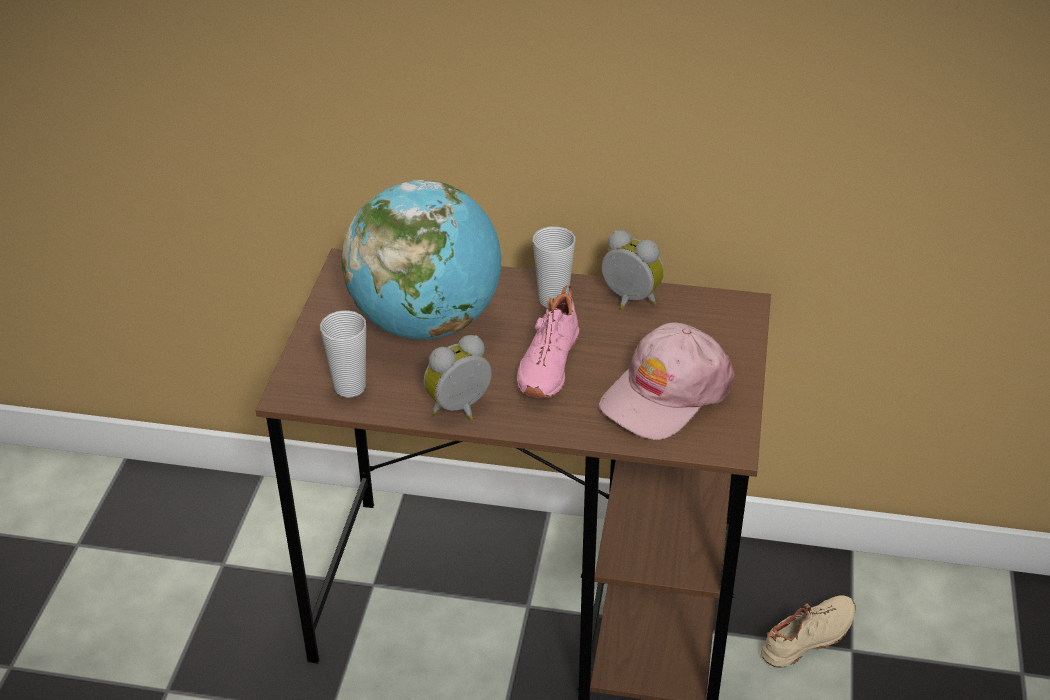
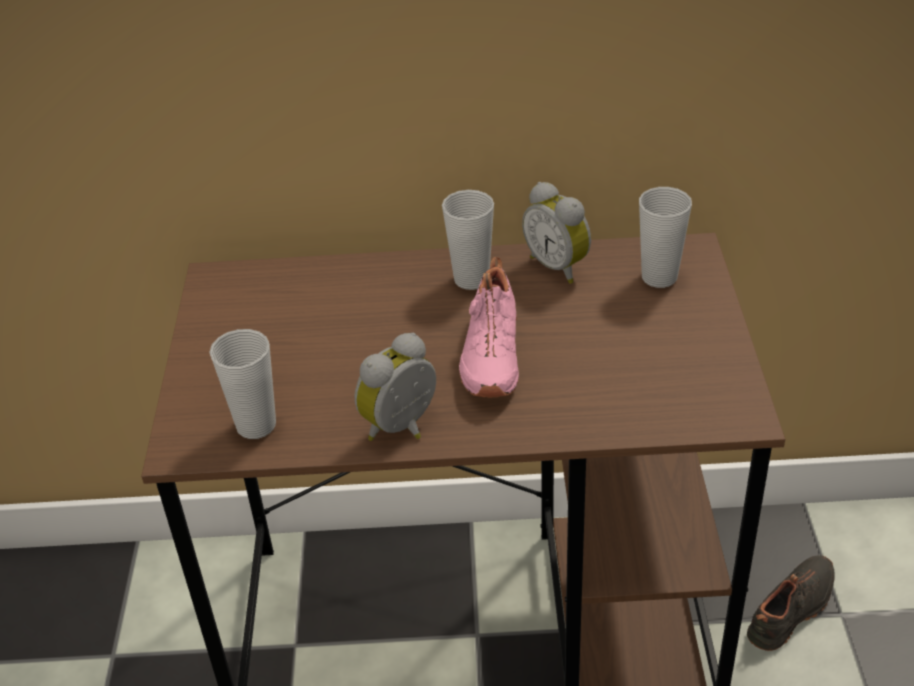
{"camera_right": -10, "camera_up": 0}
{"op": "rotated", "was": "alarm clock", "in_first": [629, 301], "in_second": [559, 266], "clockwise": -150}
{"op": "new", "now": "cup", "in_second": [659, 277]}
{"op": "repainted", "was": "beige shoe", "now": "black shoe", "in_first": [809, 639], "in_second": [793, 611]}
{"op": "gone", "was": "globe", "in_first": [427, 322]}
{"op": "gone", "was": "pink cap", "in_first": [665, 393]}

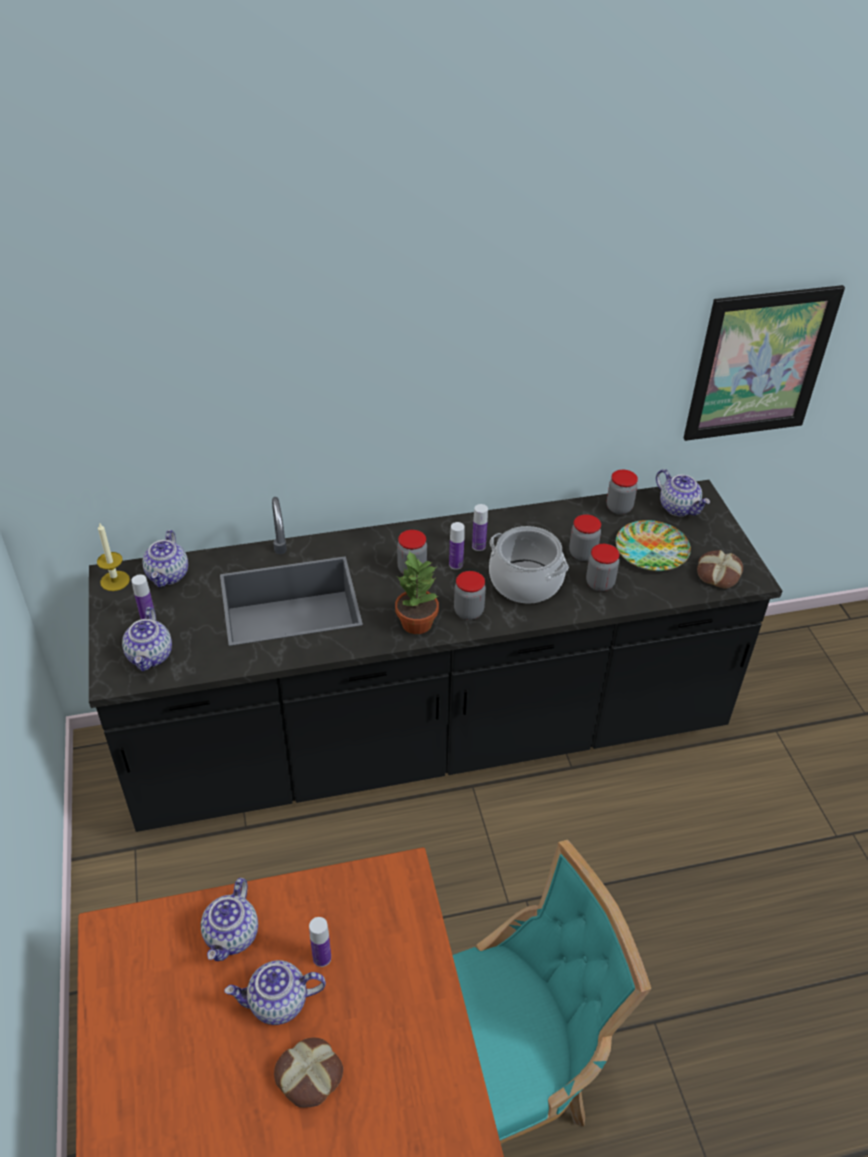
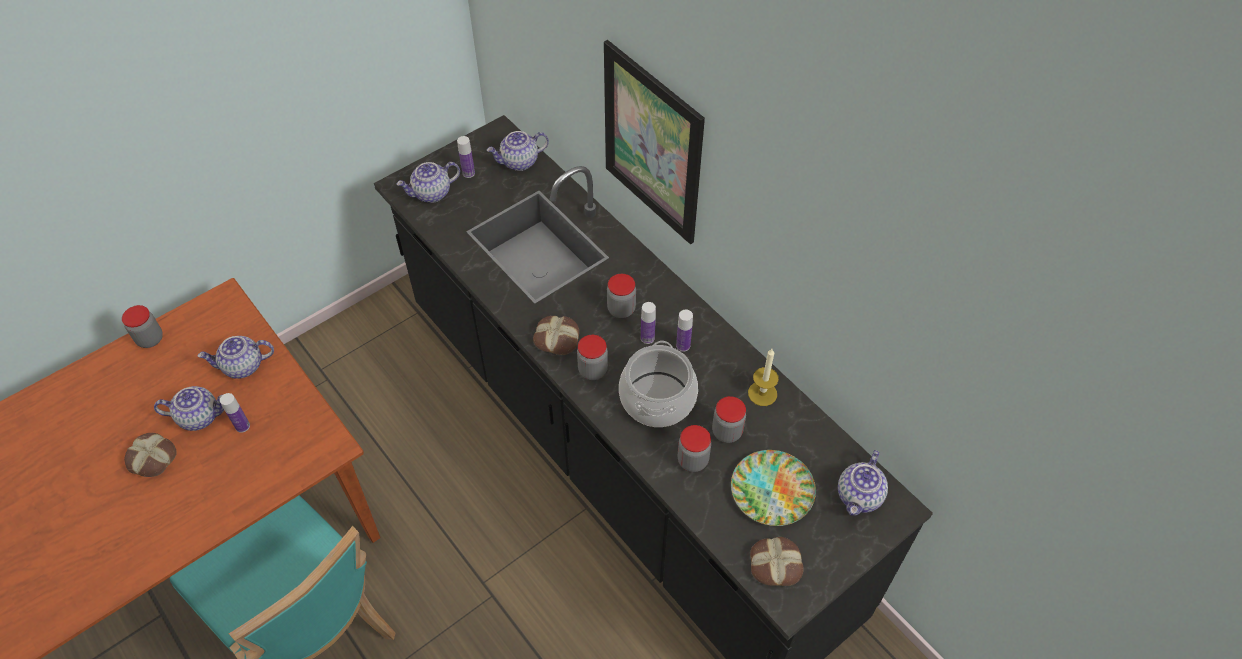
{"camera_right": 65, "camera_up": 10}
{"op": "shifted", "was": "jar", "in_first": [619, 508], "in_second": [150, 339]}
{"op": "rotated", "was": "teapot", "in_first": [278, 1003], "in_second": [200, 416], "clockwise": 120}
{"op": "swapped", "was": "potted plant", "now": "bread", "in_first": [416, 622], "in_second": [557, 338]}
{"op": "shifted", "was": "picture", "in_first": [759, 364], "in_second": [652, 144]}
{"op": "shifted", "was": "candle", "in_first": [115, 581], "in_second": [762, 393]}

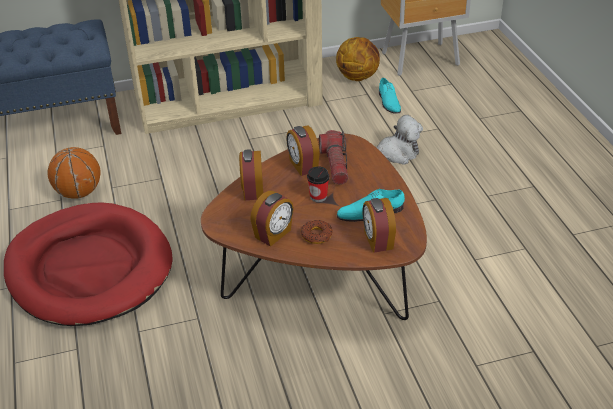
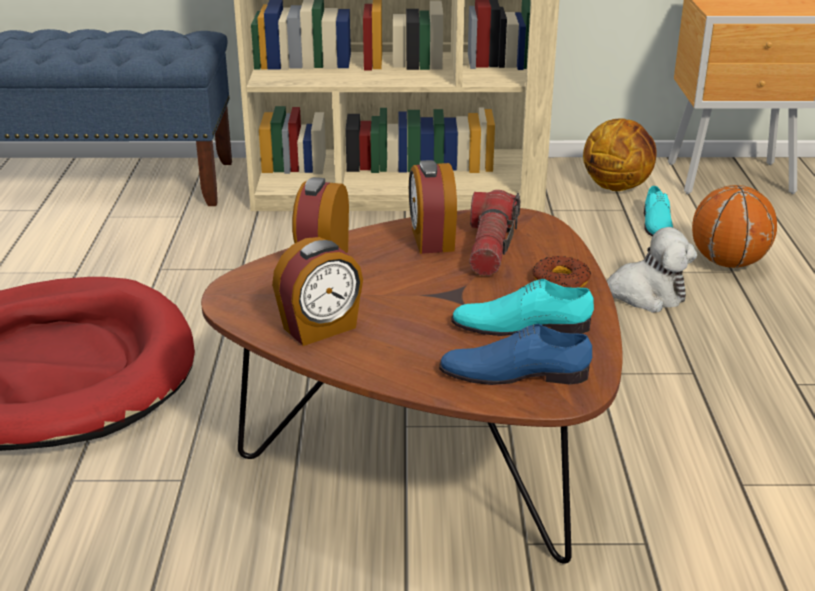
{"camera_right": 15, "camera_up": -10}
{"op": "swapped", "was": "alarm clock", "now": "blue shoe", "in_first": [377, 240], "in_second": [514, 372]}
{"op": "shifted", "was": "donut", "in_first": [316, 235], "in_second": [561, 281]}
{"op": "shifted", "was": "basketball", "in_first": [79, 193], "in_second": [727, 263]}
{"op": "gone", "was": "cup", "in_first": [318, 197]}

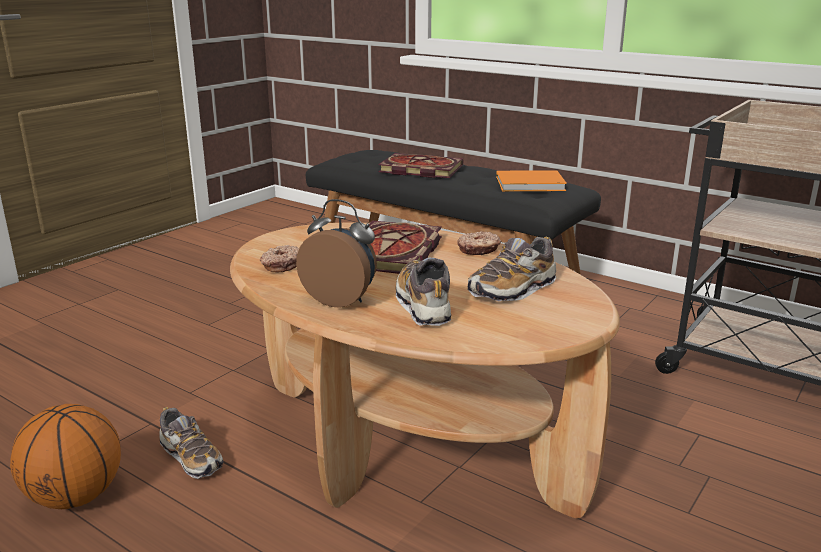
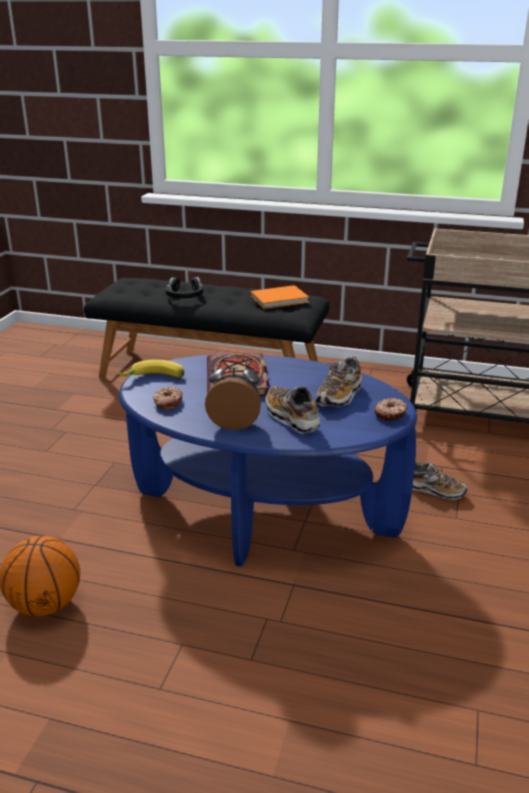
{"camera_right": -20, "camera_up": 5}
{"op": "repainted", "was": "brown coffee table", "now": "blue coffee table", "in_first": [410, 445], "in_second": [264, 513]}
{"op": "new", "now": "banana", "in_second": [154, 379]}
{"op": "swapped", "was": "book", "now": "black headphones", "in_first": [418, 169], "in_second": [184, 295]}
{"op": "shifted", "was": "donut", "in_first": [479, 250], "in_second": [390, 414]}
{"op": "shifted", "was": "shoe", "in_first": [191, 458], "in_second": [433, 490]}

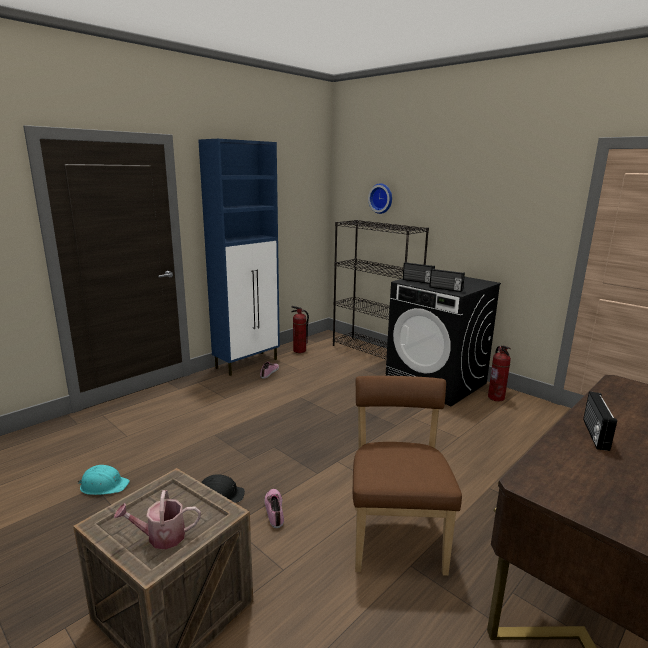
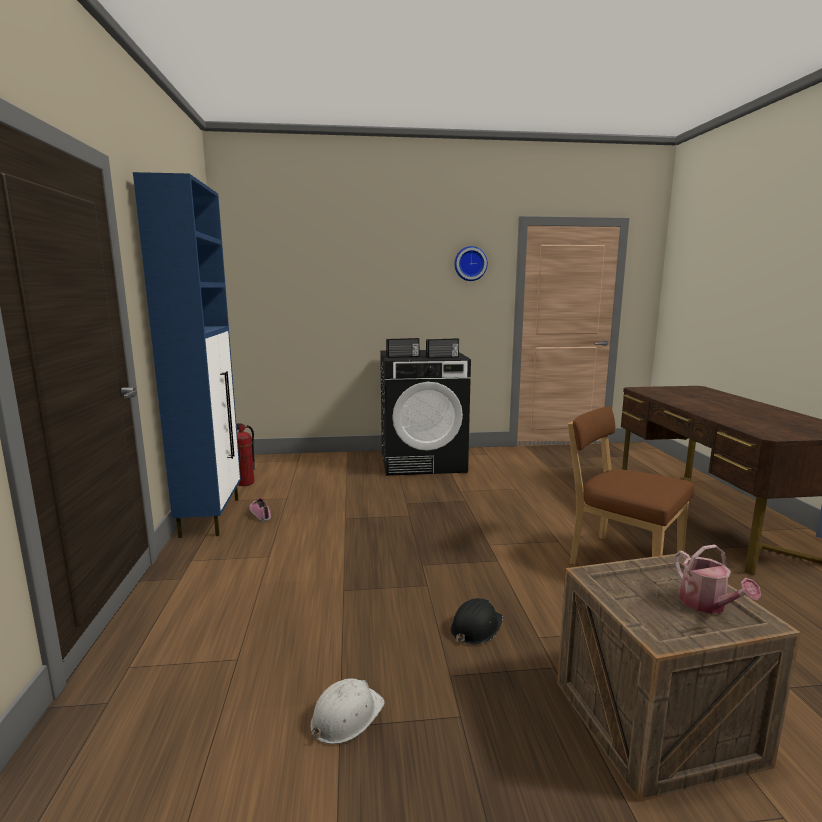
{"camera_right": -50, "camera_up": -5}
{"op": "repainted", "was": "turquoise hard hat", "now": "white hard hat", "in_first": [104, 485], "in_second": [346, 716]}
{"op": "shifted", "was": "wall clock", "in_first": [381, 198], "in_second": [470, 263]}
{"op": "rotated", "was": "watering can", "in_first": [161, 537], "in_second": [707, 605], "clockwise": -45}
{"op": "gone", "was": "shoe", "in_first": [275, 510]}
{"op": "gone", "was": "black bookcase", "in_first": [374, 352]}
{"op": "gone", "was": "fire extinguisher", "in_first": [496, 398]}
{"op": "gone", "was": "radio", "in_first": [594, 434]}

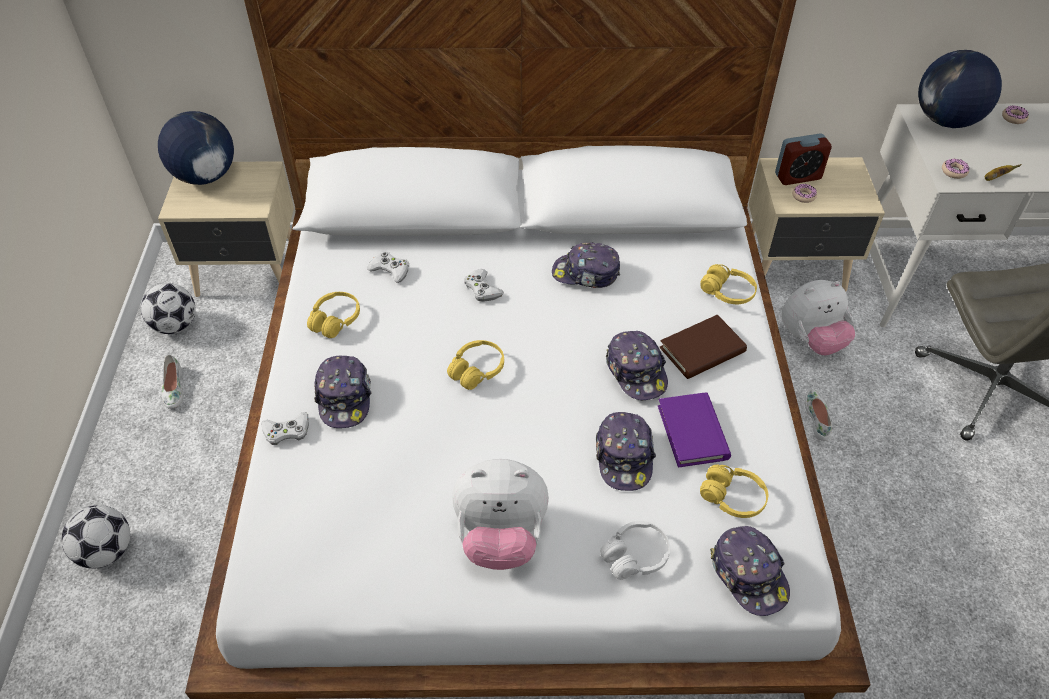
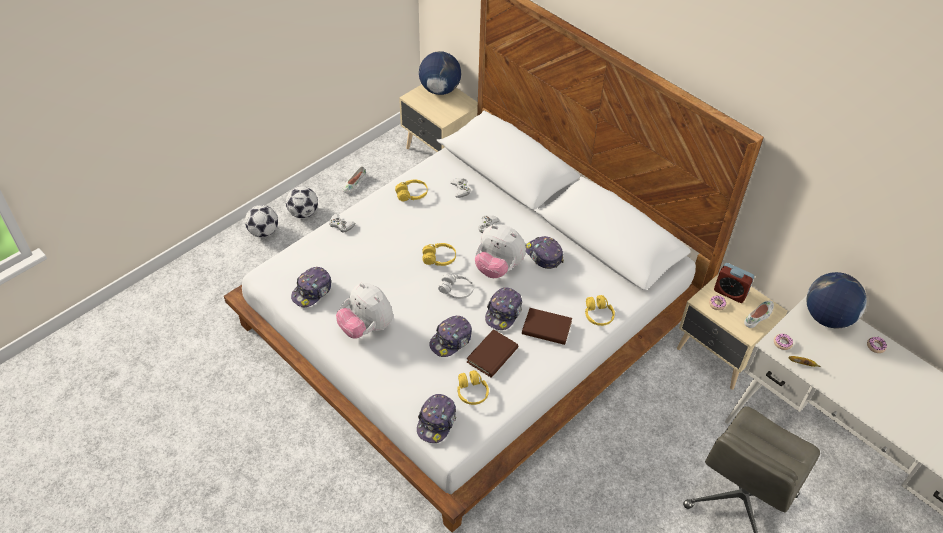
{"camera_right": 45, "camera_up": 0}
{"op": "shifted", "was": "football", "in_first": [175, 325], "in_second": [303, 213]}
{"op": "shifted", "was": "cap", "in_first": [344, 398], "in_second": [312, 291]}
{"op": "shifted", "was": "white headphones", "in_first": [635, 556], "in_second": [456, 290]}
{"op": "repainted", "was": "purple book", "now": "brown book", "in_first": [693, 432], "in_second": [492, 355]}
{"op": "shifted", "was": "plush toy", "in_first": [811, 340], "in_second": [498, 267]}
{"op": "shifted", "was": "white shoe", "in_first": [817, 417], "in_second": [758, 316]}

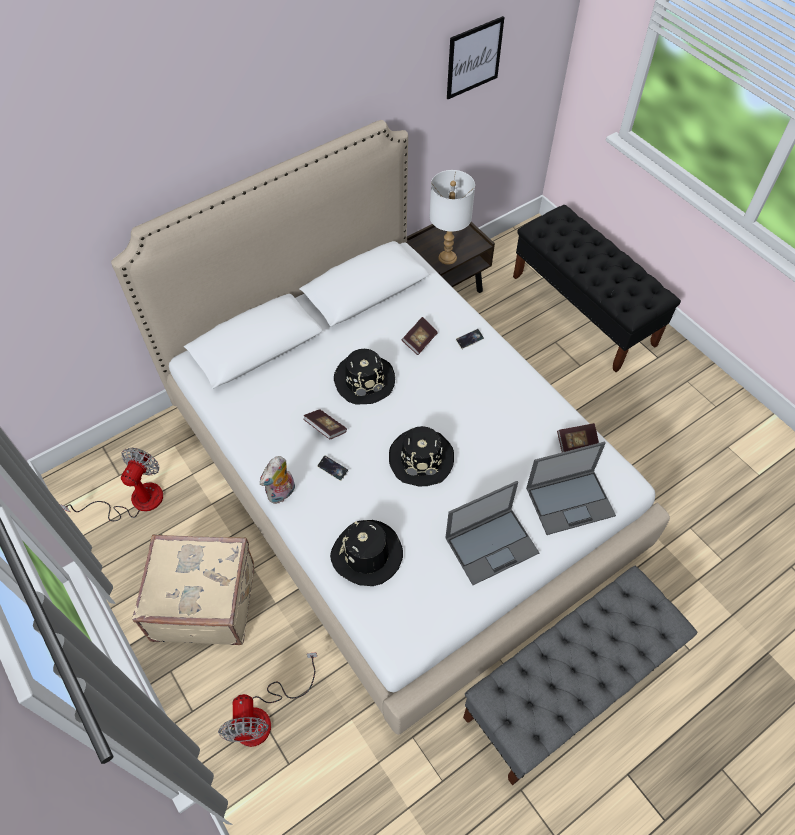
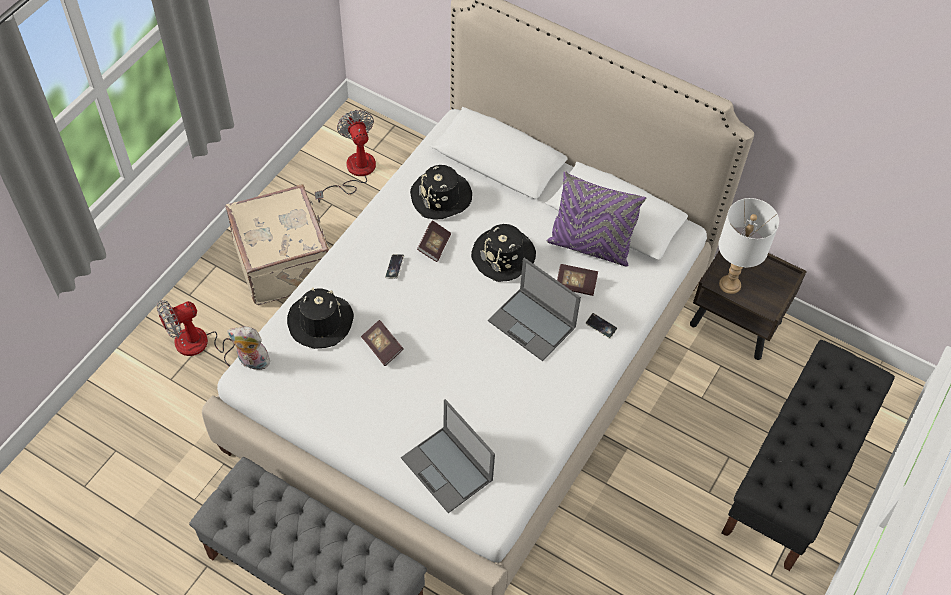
{"camera_right": 65, "camera_up": 0}
{"op": "shifted", "was": "plush toy", "in_first": [282, 494], "in_second": [252, 362]}
{"op": "rotated", "was": "fan", "in_first": [135, 500], "in_second": [354, 172], "clockwise": -105}
{"op": "shifted", "was": "book", "in_first": [576, 443], "in_second": [382, 347]}
{"op": "shifted", "was": "black hat", "in_first": [421, 458], "in_second": [441, 197]}
{"op": "shifted", "was": "laptop", "in_first": [492, 544], "in_second": [532, 324]}
{"op": "new", "now": "purple pillow", "in_second": [590, 246]}
{"op": "gone", "was": "picture", "in_first": [474, 58]}

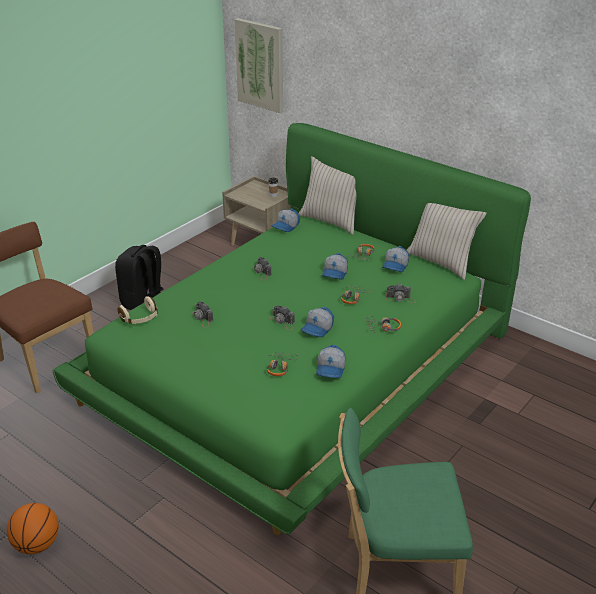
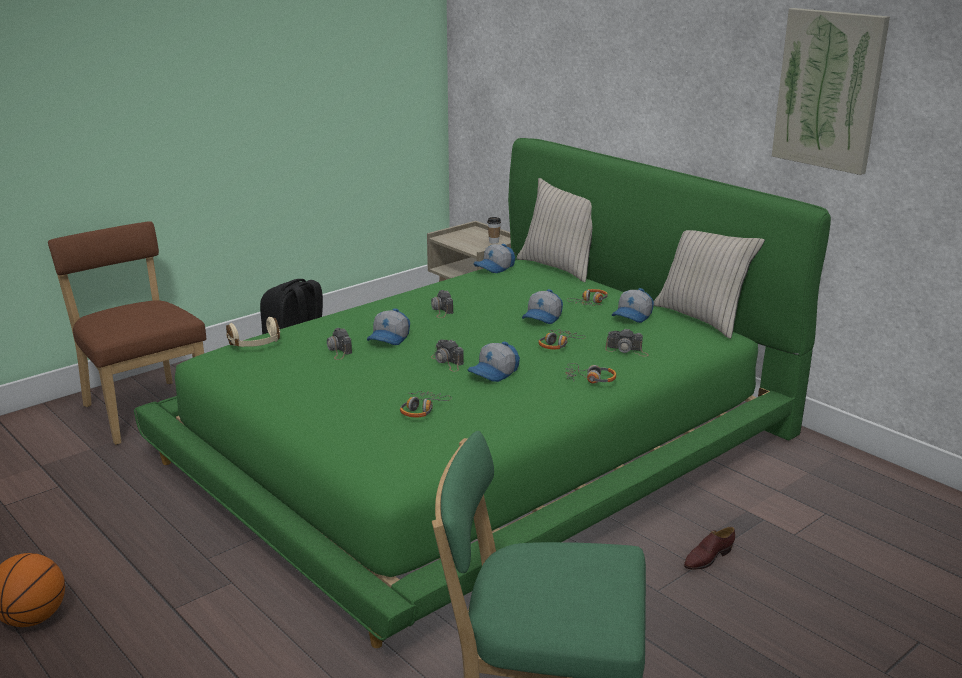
{"camera_right": 10, "camera_up": -10}
{"op": "shifted", "was": "cap", "in_first": [331, 369], "in_second": [390, 338]}
{"op": "new", "now": "brown shoe", "in_second": [707, 558]}
{"op": "shifted", "was": "picture", "in_first": [260, 65], "in_second": [829, 90]}

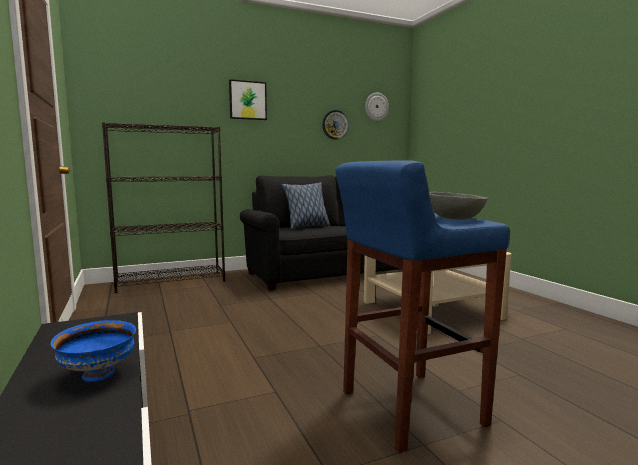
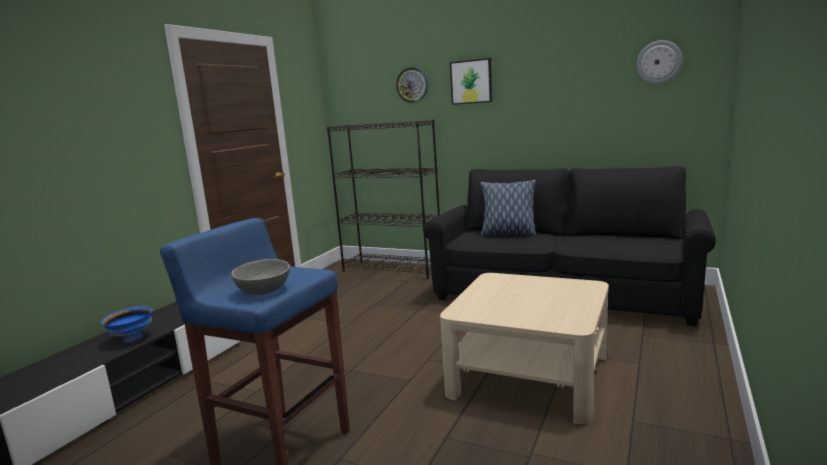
{"camera_right": 50, "camera_up": 5}
{"op": "shifted", "was": "wall clock", "in_first": [335, 125], "in_second": [412, 85]}

